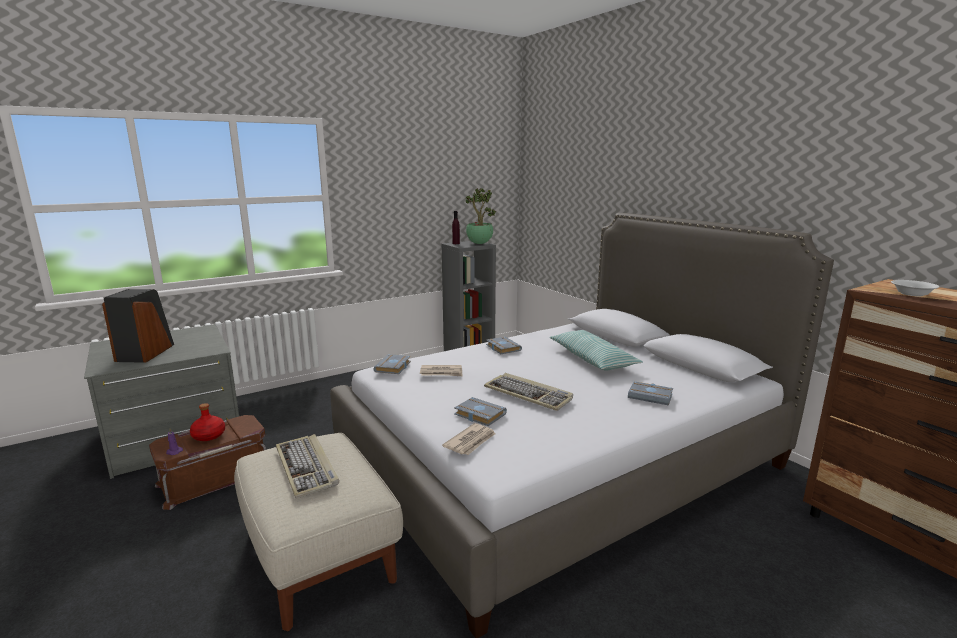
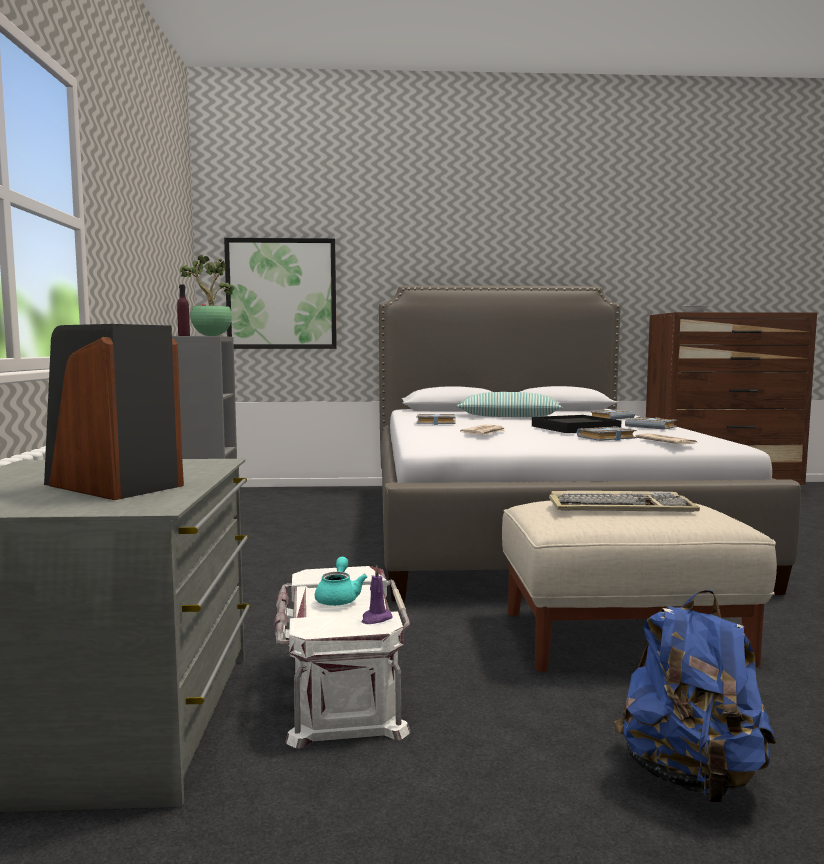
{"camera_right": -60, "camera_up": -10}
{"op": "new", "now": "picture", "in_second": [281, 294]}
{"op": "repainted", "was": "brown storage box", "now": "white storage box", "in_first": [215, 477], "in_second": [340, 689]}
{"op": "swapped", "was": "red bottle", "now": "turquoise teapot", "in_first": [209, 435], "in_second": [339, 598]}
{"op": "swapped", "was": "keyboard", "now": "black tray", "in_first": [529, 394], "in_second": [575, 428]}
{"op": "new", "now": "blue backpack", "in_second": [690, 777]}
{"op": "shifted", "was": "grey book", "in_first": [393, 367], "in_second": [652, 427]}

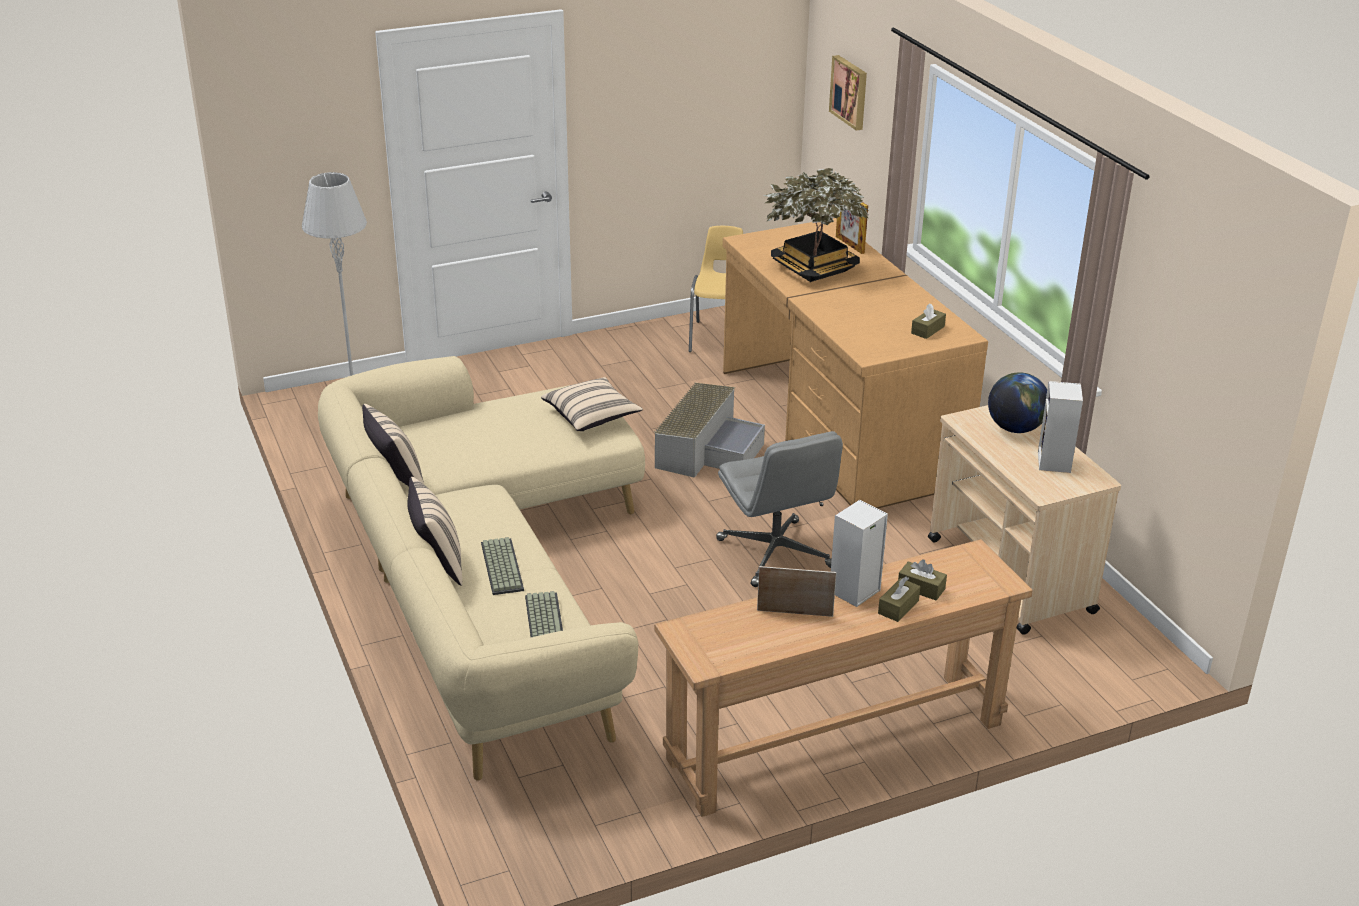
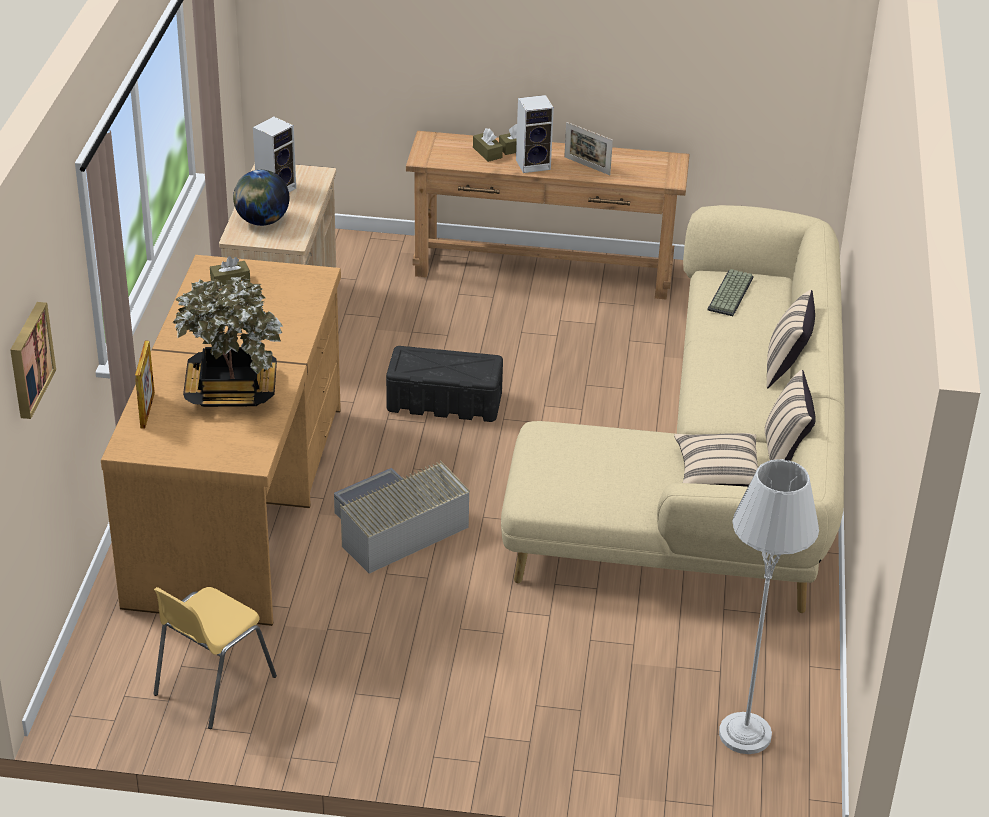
{"camera_right": -150, "camera_up": 5}
{"op": "swapped", "was": "grey office chair", "now": "black storage box", "in_first": [776, 554], "in_second": [445, 402]}
{"op": "shifted", "was": "beige pillow", "in_first": [591, 417], "in_second": [718, 474]}
{"op": "gone", "was": "keyboard", "in_first": [500, 566]}

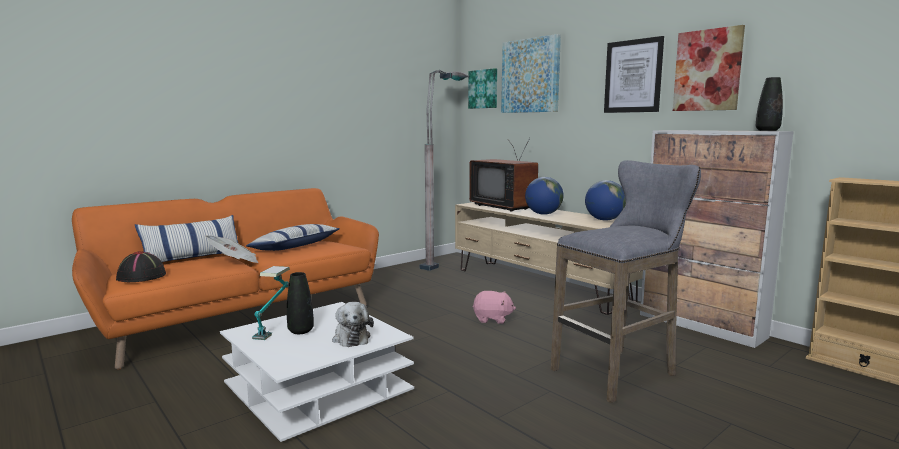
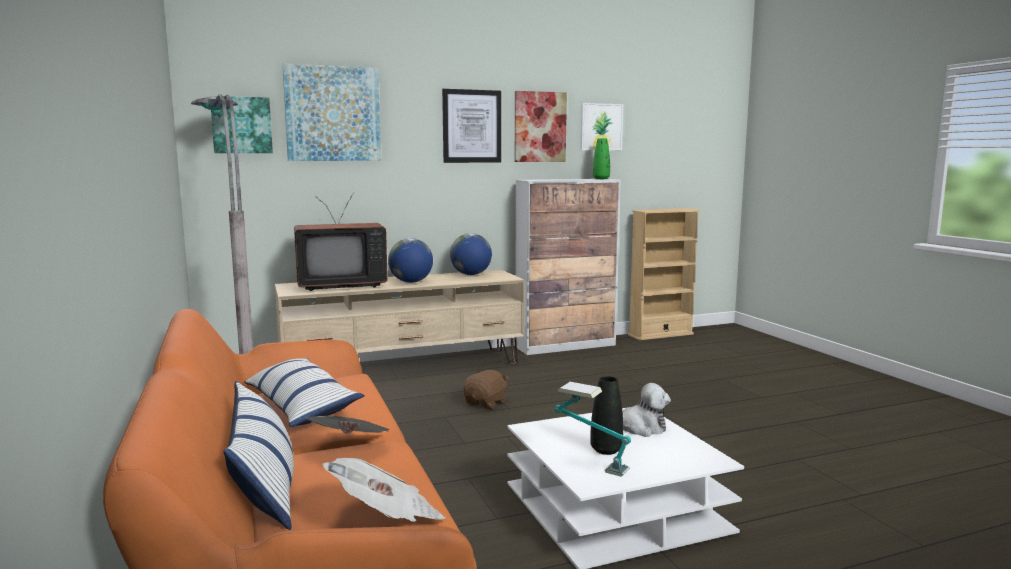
{"camera_right": -70, "camera_up": 0}
{"op": "swapped", "was": "black hat", "now": "newspaper", "in_first": [142, 277], "in_second": [387, 518]}
{"op": "repainted", "was": "pink plush toy", "now": "brown plush toy", "in_first": [492, 319], "in_second": [486, 403]}
{"op": "new", "now": "picture", "in_second": [601, 127]}
{"op": "repainted", "was": "black vase", "now": "green vase", "in_first": [767, 130], "in_second": [601, 178]}
{"op": "gone", "was": "grey stool", "in_first": [618, 371]}

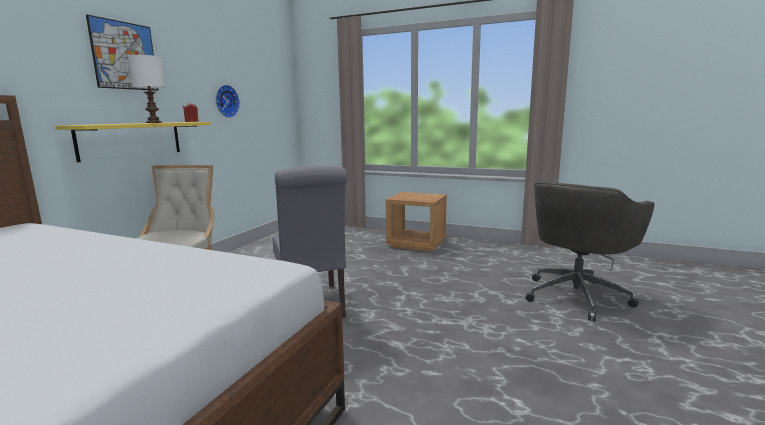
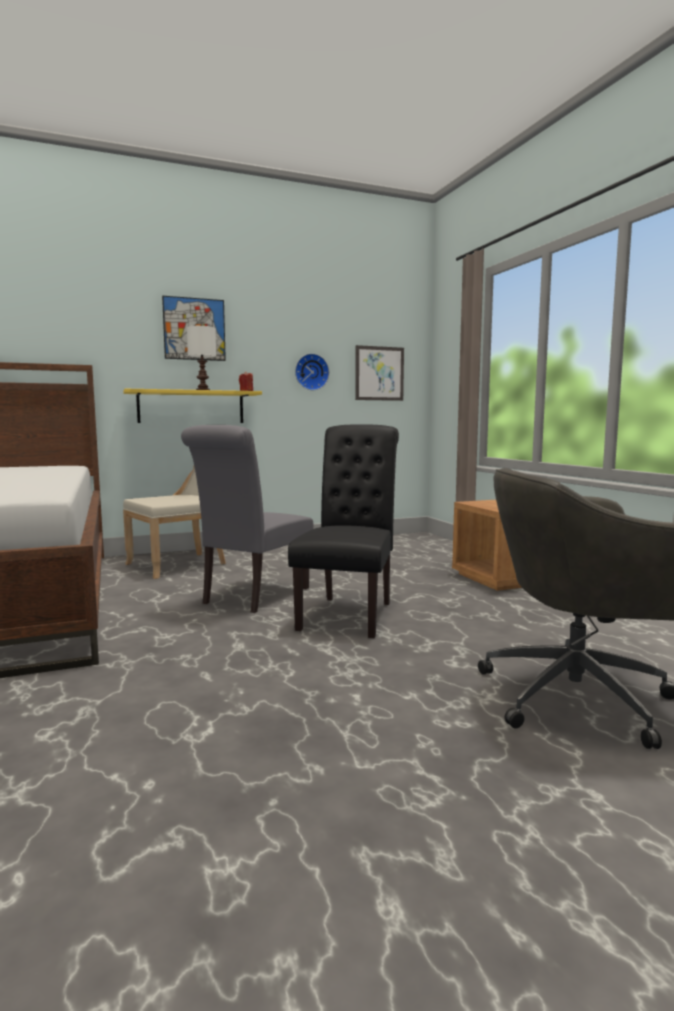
{"camera_right": 45, "camera_up": -5}
{"op": "new", "now": "black chair", "in_second": [349, 613]}
{"op": "new", "now": "picture", "in_second": [379, 373]}

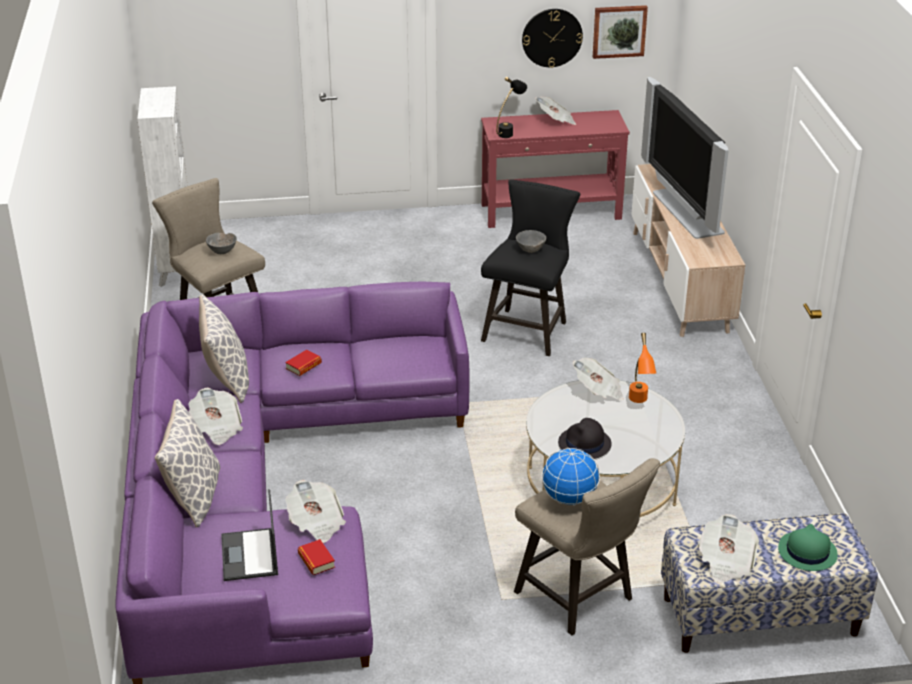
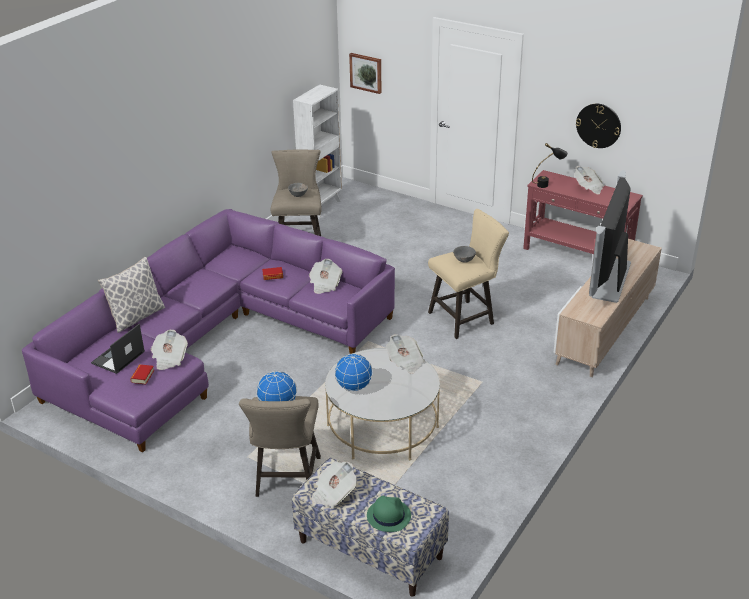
{"camera_right": 40, "camera_up": 0}
{"op": "shifted", "was": "newspaper", "in_first": [217, 428], "in_second": [325, 284]}
{"op": "swapped", "was": "black hat", "now": "globe", "in_first": [584, 444], "in_second": [353, 387]}
{"op": "shifted", "was": "picture", "in_first": [619, 31], "in_second": [366, 72]}
{"op": "repainted", "was": "black stool", "now": "beige stool", "in_first": [528, 328], "in_second": [465, 317]}
{"op": "gone", "was": "pillow", "in_first": [227, 380]}
{"op": "gone", "was": "orange table lamp", "in_first": [639, 403]}

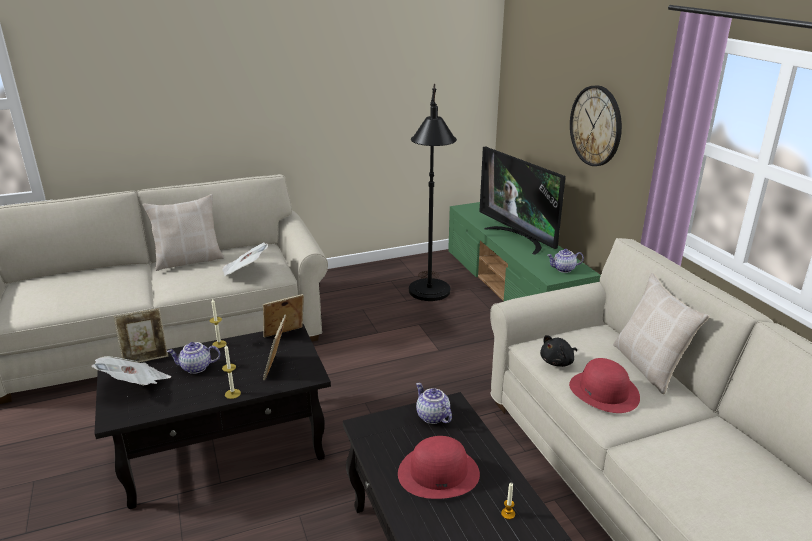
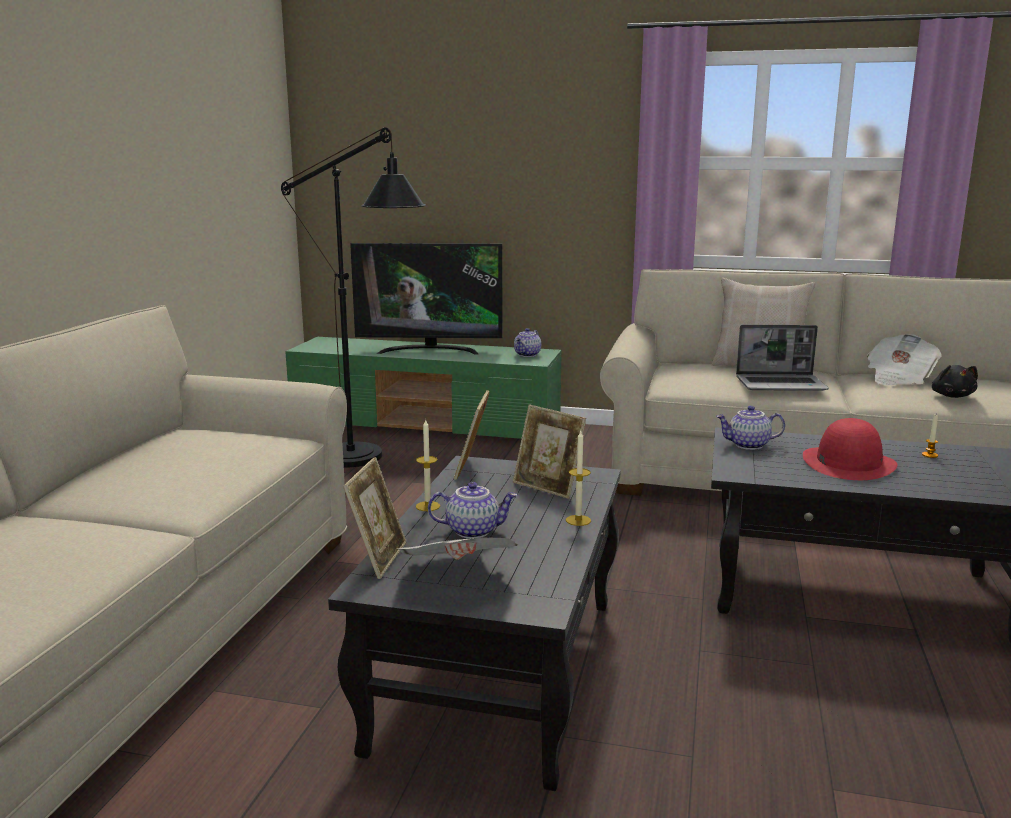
{"camera_right": -55, "camera_up": -10}
{"op": "rotated", "was": "teapot", "in_first": [196, 368], "in_second": [473, 530], "clockwise": -120}
{"op": "swapped", "was": "red hat", "now": "laptop", "in_first": [604, 391], "in_second": [781, 384]}
{"op": "shifted", "was": "newspaper", "in_first": [245, 271], "in_second": [898, 379]}
{"op": "shifted", "was": "black plush toy", "in_first": [558, 362], "in_second": [952, 396]}
{"op": "gone", "was": "beige pillow", "in_first": [189, 260]}
{"op": "gone", "was": "wall clock", "in_first": [596, 126]}

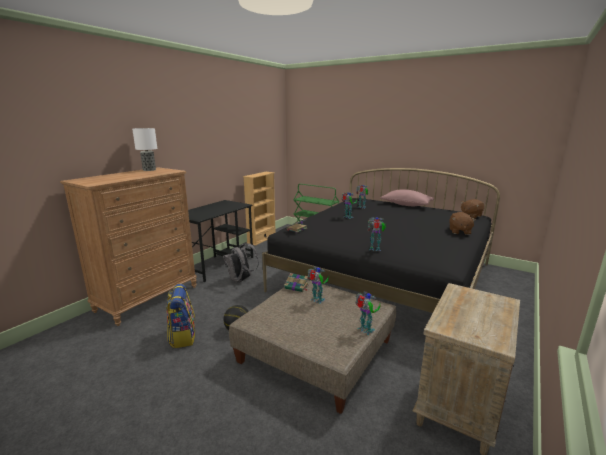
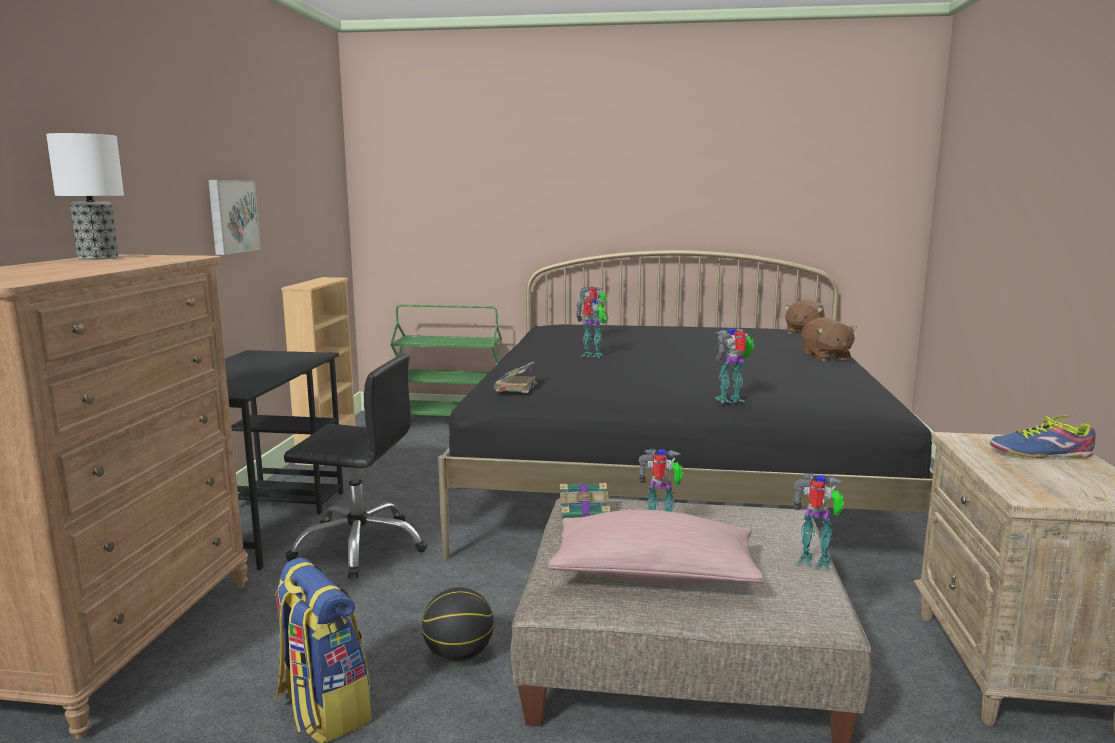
{"camera_right": -25, "camera_up": -5}
{"op": "new", "now": "picture", "in_second": [231, 216]}
{"op": "swapped", "was": "grey backpack", "now": "black office chair", "in_first": [241, 280], "in_second": [360, 546]}
{"op": "shifted", "was": "pink pillow", "in_first": [406, 205], "in_second": [654, 575]}
{"op": "new", "now": "shoe", "in_second": [1041, 453]}

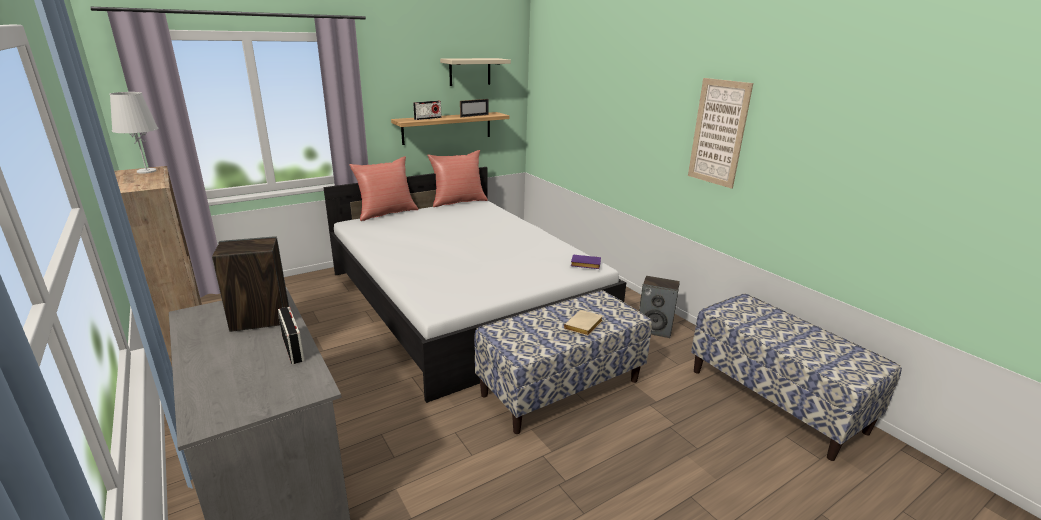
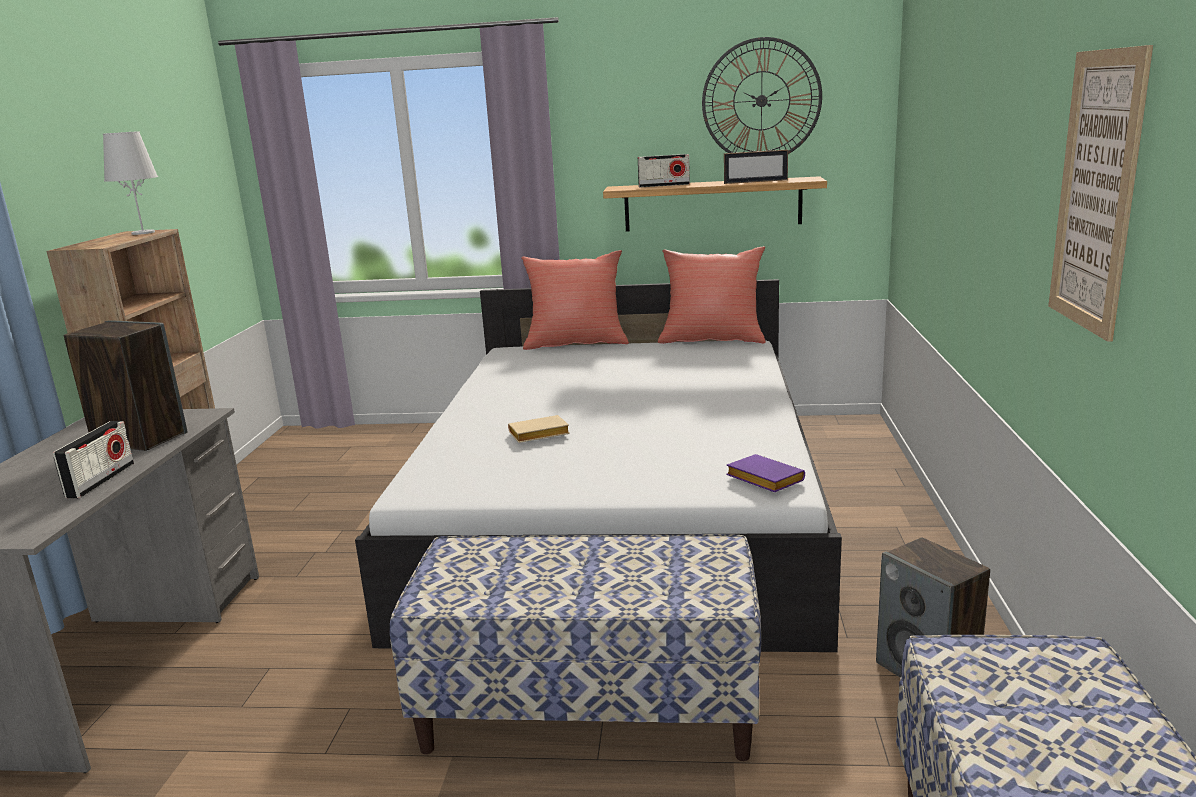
{"camera_right": 40, "camera_up": -5}
{"op": "shifted", "was": "beige book", "in_first": [584, 327], "in_second": [537, 435]}
{"op": "swapped", "was": "beige shelf", "now": "wall clock", "in_first": [470, 71], "in_second": [761, 100]}

